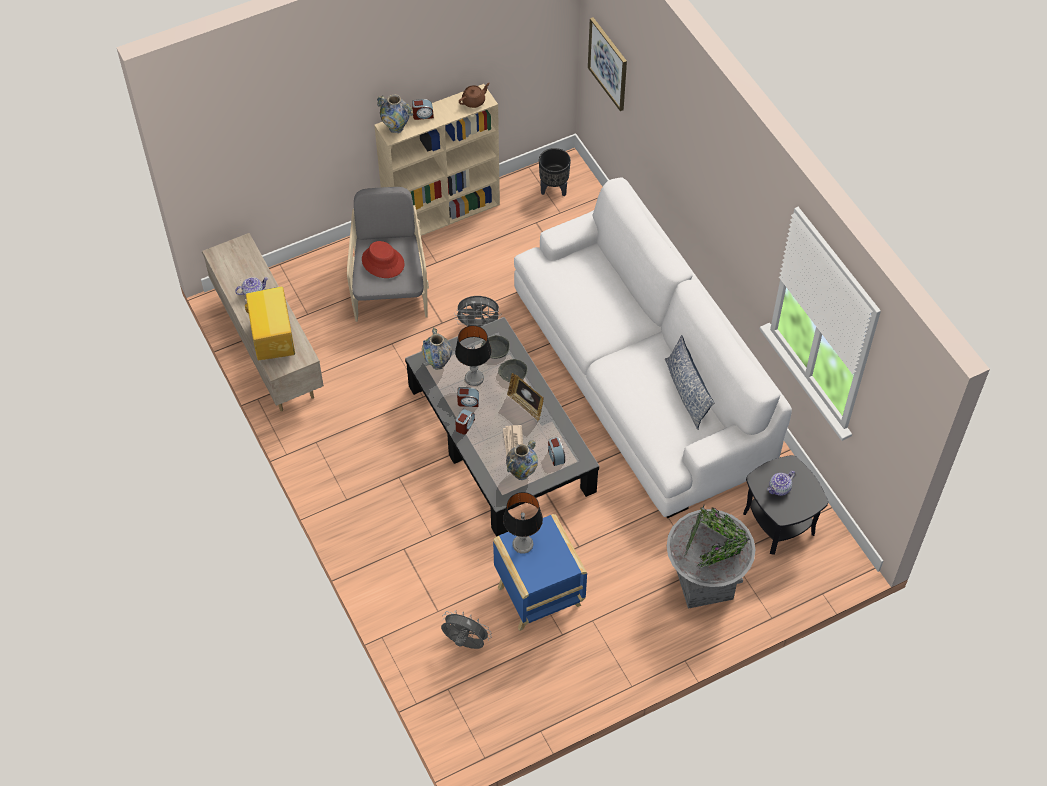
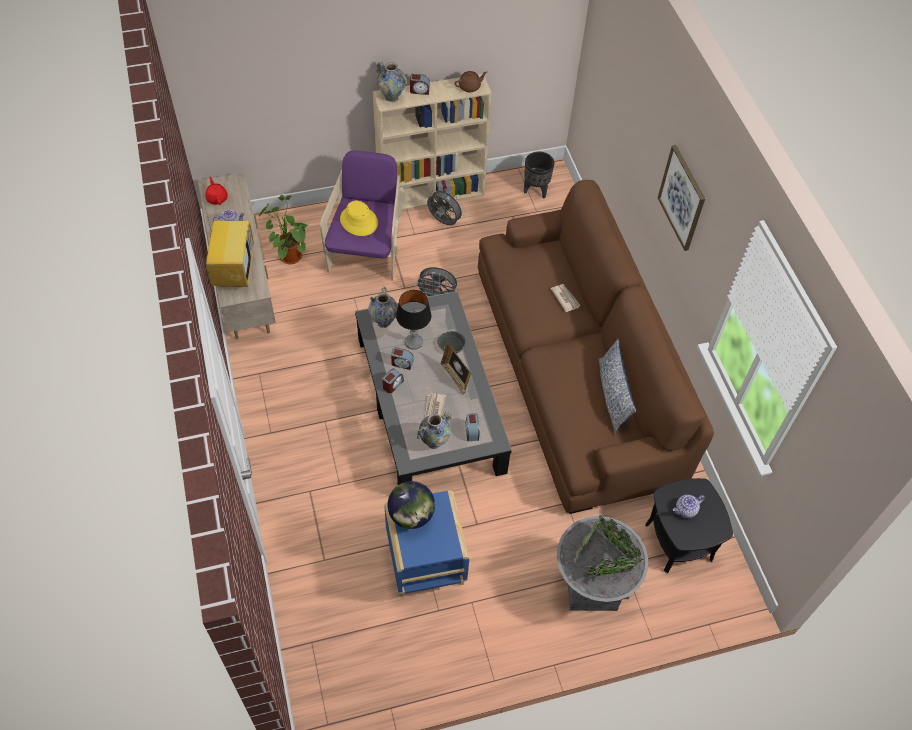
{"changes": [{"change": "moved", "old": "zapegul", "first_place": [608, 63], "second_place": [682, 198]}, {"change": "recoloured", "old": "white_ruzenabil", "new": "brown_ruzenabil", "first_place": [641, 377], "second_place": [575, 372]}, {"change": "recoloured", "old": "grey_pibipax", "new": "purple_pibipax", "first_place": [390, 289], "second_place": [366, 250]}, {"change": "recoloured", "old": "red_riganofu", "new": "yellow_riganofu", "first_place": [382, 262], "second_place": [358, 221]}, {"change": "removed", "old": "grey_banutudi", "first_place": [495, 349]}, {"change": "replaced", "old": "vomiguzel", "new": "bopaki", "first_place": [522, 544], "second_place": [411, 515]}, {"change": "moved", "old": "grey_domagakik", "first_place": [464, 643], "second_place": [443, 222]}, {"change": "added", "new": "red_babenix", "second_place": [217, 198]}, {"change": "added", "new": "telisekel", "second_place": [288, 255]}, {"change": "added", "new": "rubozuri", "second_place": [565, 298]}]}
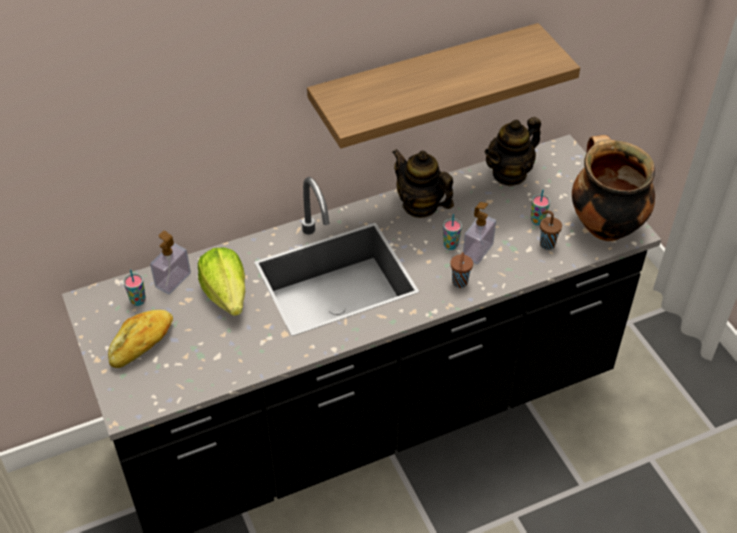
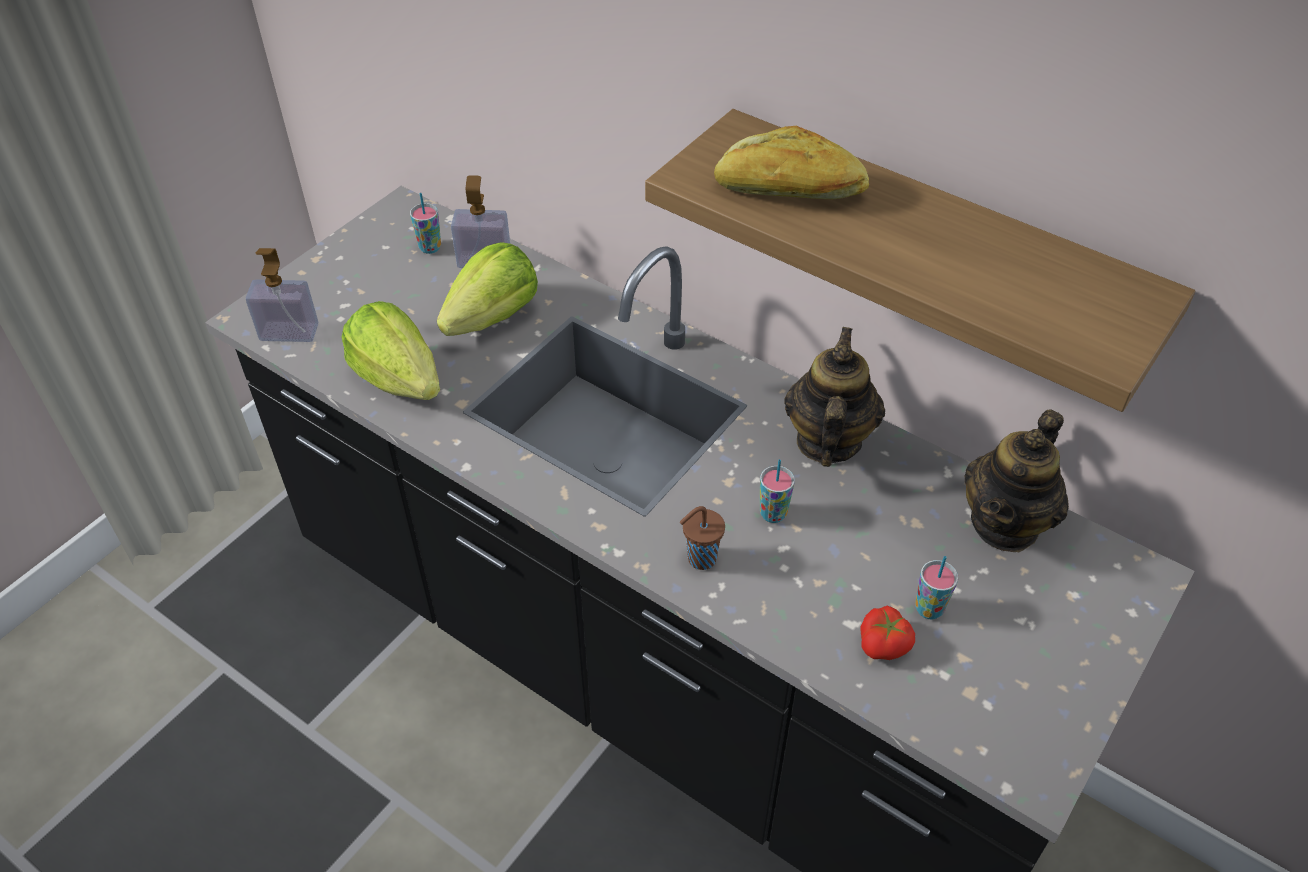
{"changes": [{"change": "turned", "old": "babenix", "first_place": [509, 174], "second_place": [1005, 524], "degrees": -75}, {"change": "removed", "old": "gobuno", "first_place": [603, 225]}, {"change": "moved", "old": "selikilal", "first_place": [477, 251], "second_place": [289, 332]}, {"change": "replaced", "old": "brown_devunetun", "new": "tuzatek", "first_place": [546, 244], "second_place": [884, 644]}, {"change": "moved", "old": "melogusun", "first_place": [143, 344], "second_place": [789, 191]}, {"change": "added", "new": "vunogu", "second_place": [398, 378]}]}
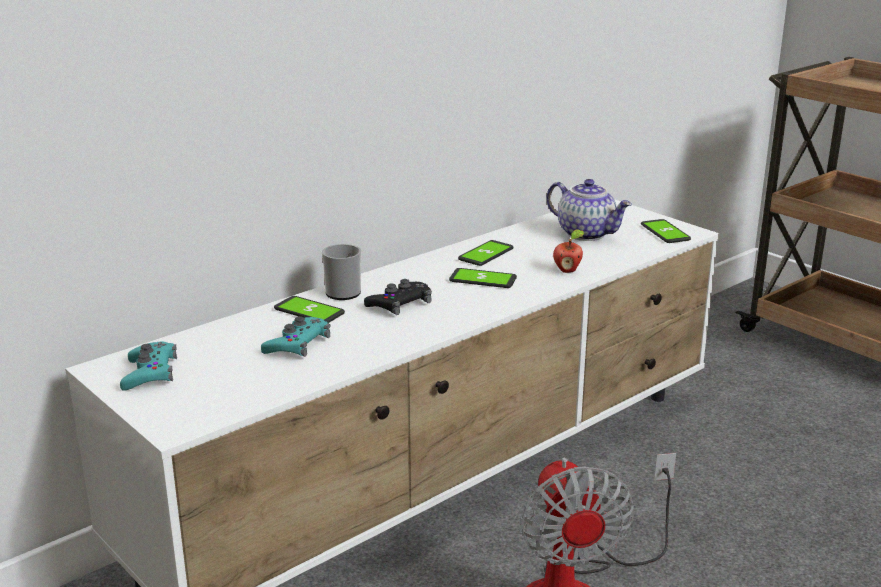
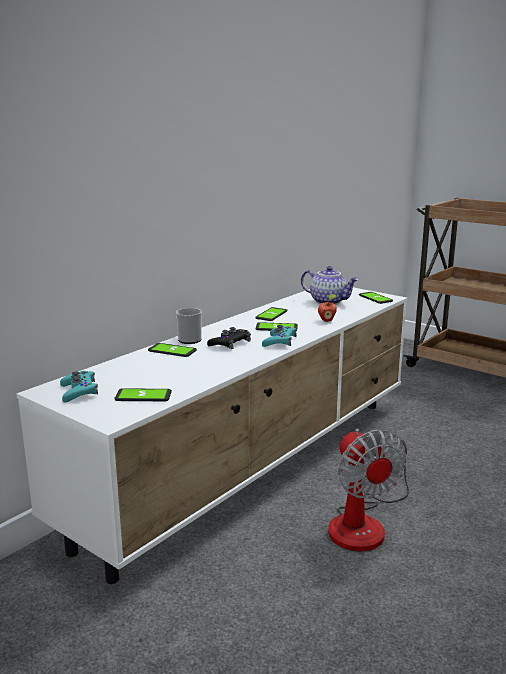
{"changes": [{"change": "moved", "old": "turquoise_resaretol", "first_place": [297, 344], "second_place": [280, 341]}, {"change": "added", "new": "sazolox", "second_place": [143, 396]}]}
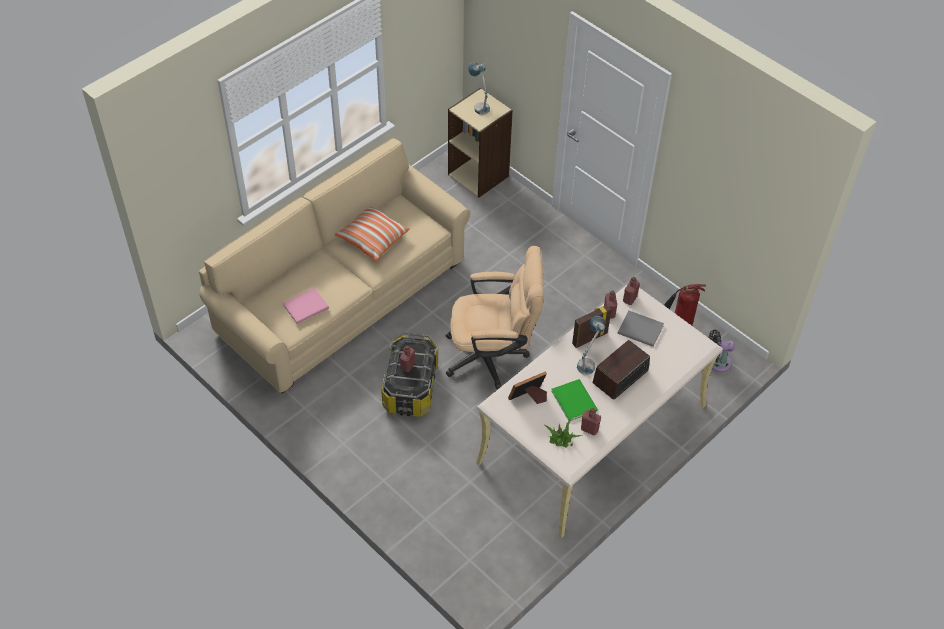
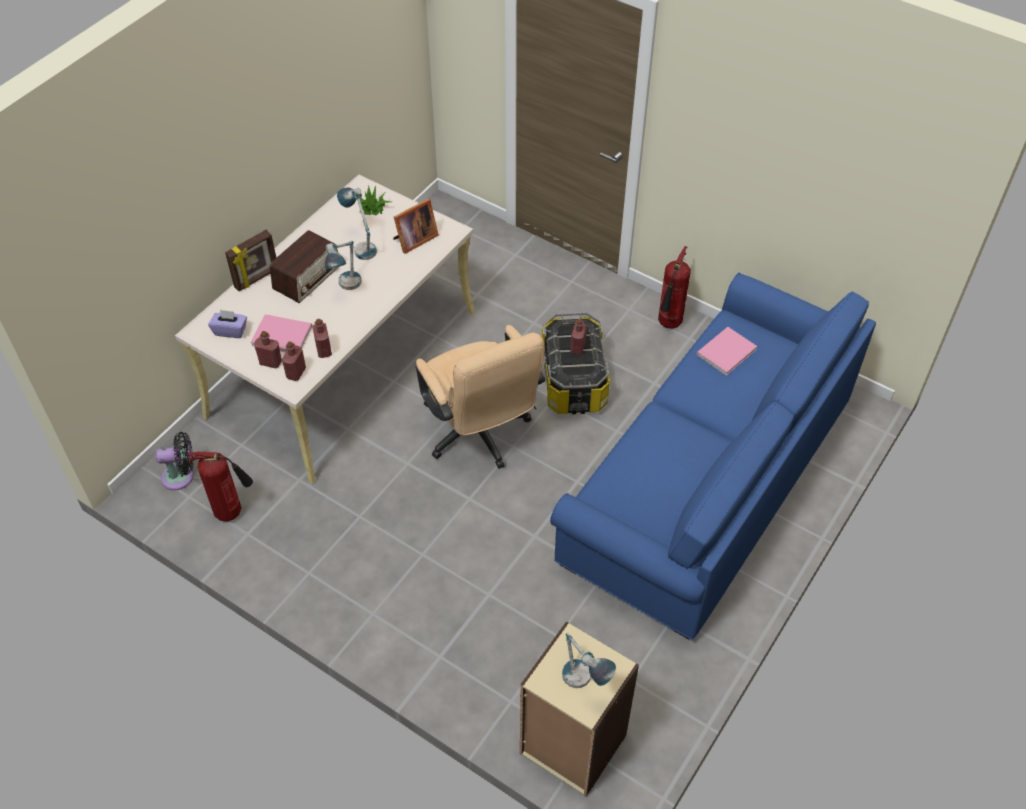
{"changes": [{"change": "recoloured", "old": "beige_ruzenabil", "new": "blue_ruzenabil", "first_place": [341, 296], "second_place": [708, 482]}, {"change": "removed", "old": "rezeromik", "first_place": [372, 239]}, {"change": "turned", "old": "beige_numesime", "first_place": [493, 356], "second_place": [480, 435], "degrees": -105}, {"change": "moved", "old": "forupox", "first_place": [589, 338], "second_place": [257, 278]}, {"change": "recoloured", "old": "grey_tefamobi", "new": "pink_tefamobi", "first_place": [641, 331], "second_place": [281, 334]}, {"change": "replaced", "old": "green_tefamobi", "new": "vomiguzel", "first_place": [574, 399], "second_place": [361, 246]}, {"change": "moved", "old": "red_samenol", "first_place": [589, 429], "second_place": [270, 362]}, {"change": "added", "new": "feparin", "second_place": [669, 325]}, {"change": "added", "new": "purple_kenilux", "second_place": [230, 331]}]}
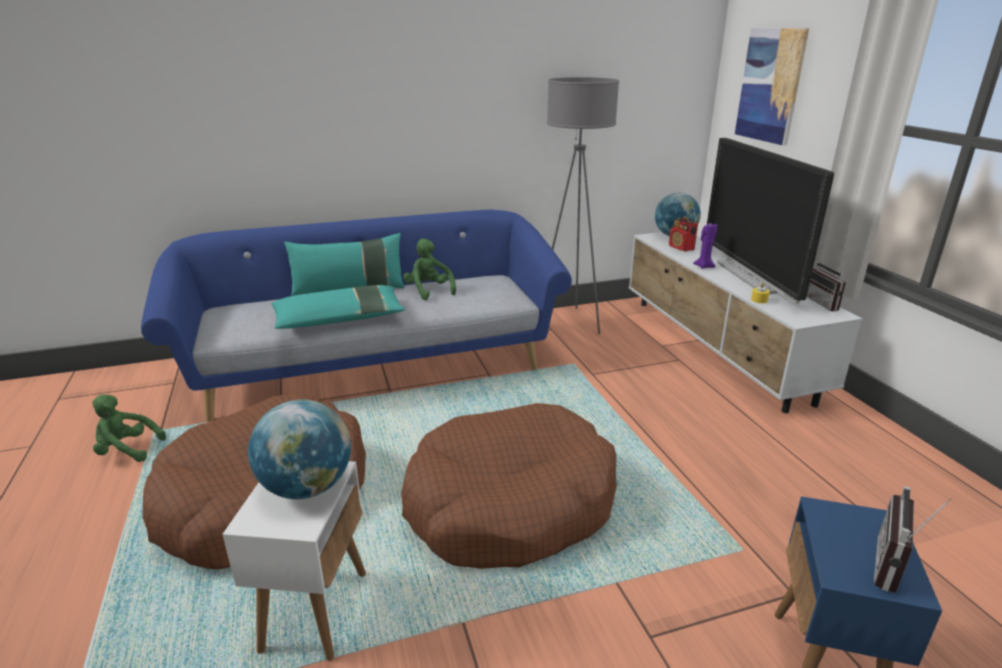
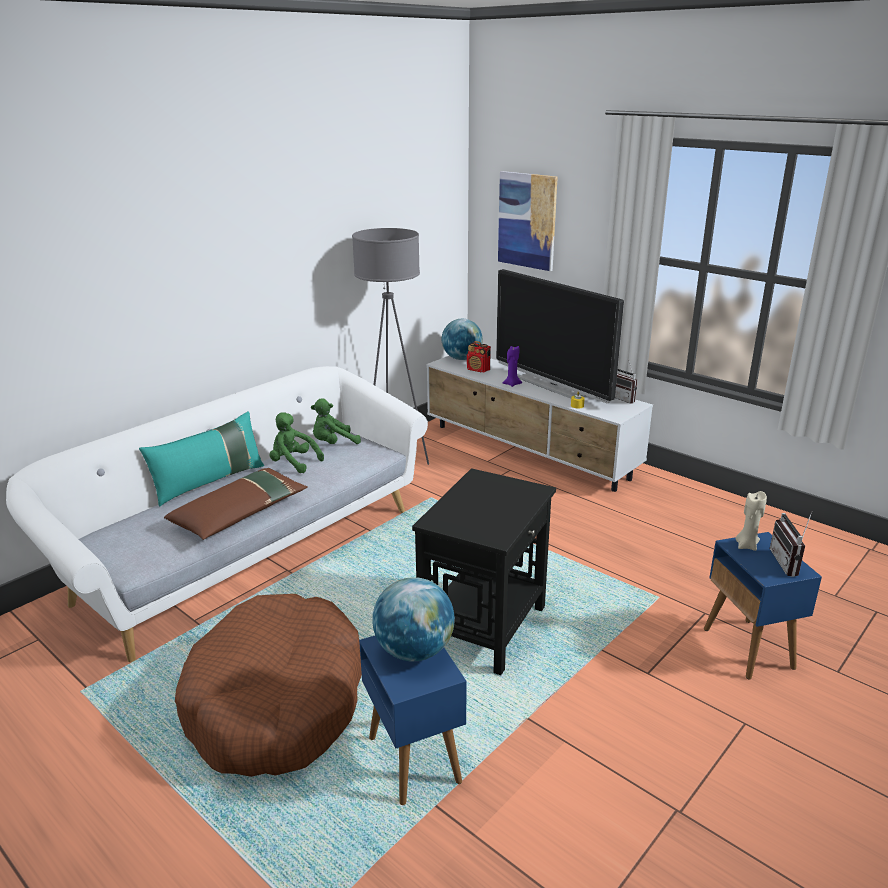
{"changes": [{"change": "recoloured", "old": "blue_ruzenabil", "new": "white_ruzenabil", "first_place": [375, 364], "second_place": [248, 552]}, {"change": "recoloured", "old": "turquoise_rezeromik", "new": "brown_rezeromik", "first_place": [340, 319], "second_place": [240, 513]}, {"change": "moved", "old": "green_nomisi", "first_place": [127, 450], "second_place": [333, 443]}, {"change": "replaced", "old": "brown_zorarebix", "new": "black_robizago", "first_place": [509, 504], "second_place": [484, 627]}, {"change": "recoloured", "old": "white_robizago", "new": "blue_robizago", "first_place": [315, 609], "second_place": [413, 758]}, {"change": "added", "new": "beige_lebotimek", "second_place": [746, 545]}]}
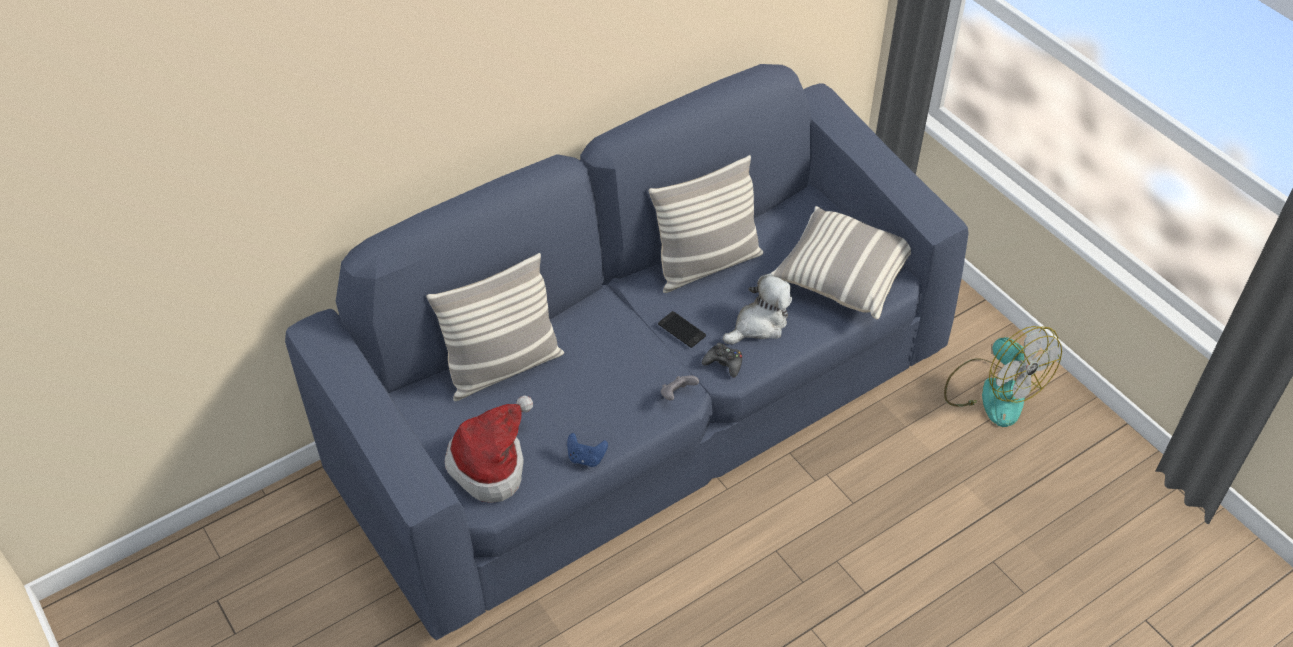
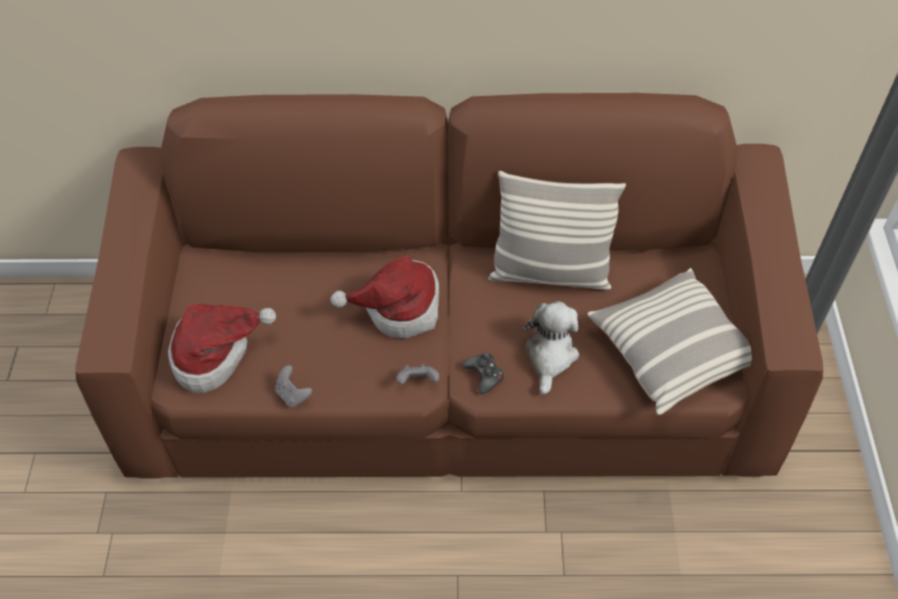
{"changes": [{"change": "recoloured", "old": "blue_ruzenabil", "new": "brown_ruzenabil", "first_place": [645, 409], "second_place": [450, 376]}, {"change": "removed", "old": "rezeromik", "first_place": [503, 367]}, {"change": "turned", "old": "nomisi", "first_place": [759, 324], "second_place": [550, 356], "degrees": -75}, {"change": "removed", "old": "sazolox", "first_place": [681, 330]}, {"change": "removed", "old": "domagakik", "first_place": [993, 391]}, {"change": "recoloured", "old": "blue_resaretol", "new": "grey_resaretol", "first_place": [586, 458], "second_place": [293, 395]}, {"change": "added", "new": "riganofu", "second_place": [398, 308]}]}
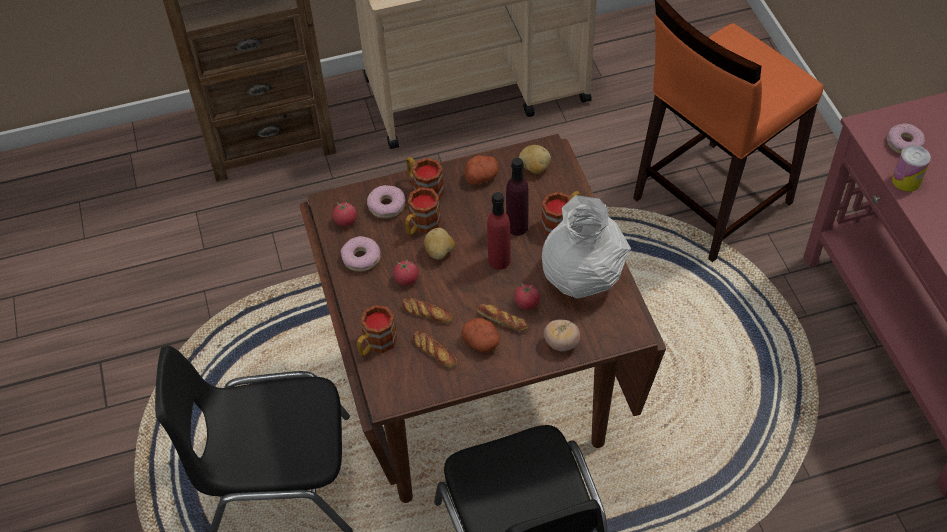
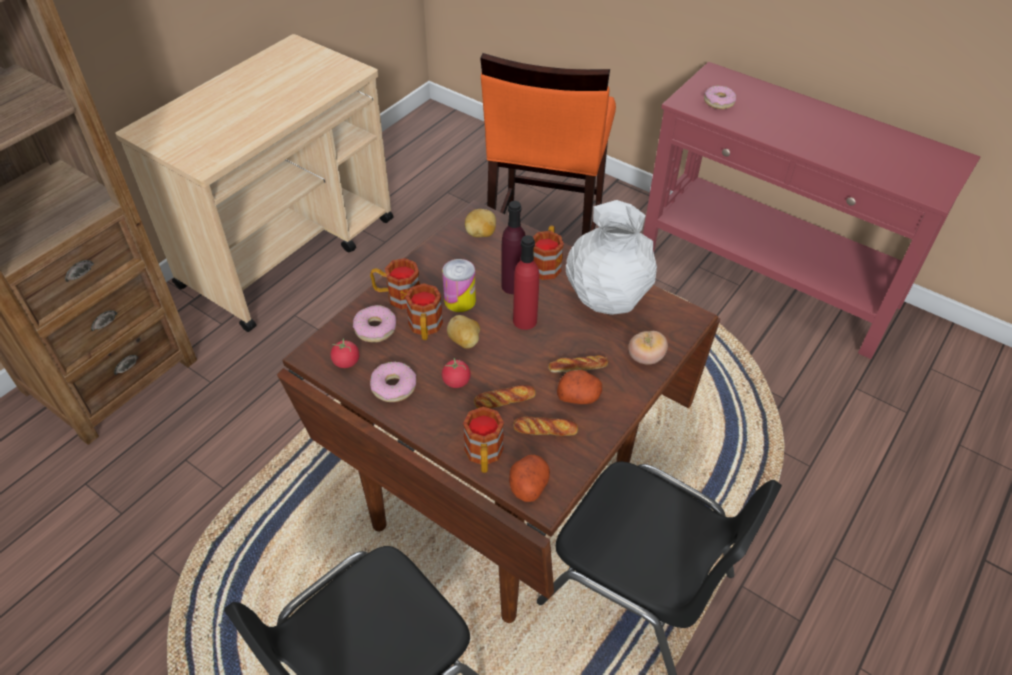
{"changes": [{"change": "moved", "old": "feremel", "first_place": [906, 181], "second_place": [460, 300]}, {"change": "moved", "old": "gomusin", "first_place": [481, 176], "second_place": [528, 484]}, {"change": "removed", "old": "tuzatek", "first_place": [527, 303]}]}
